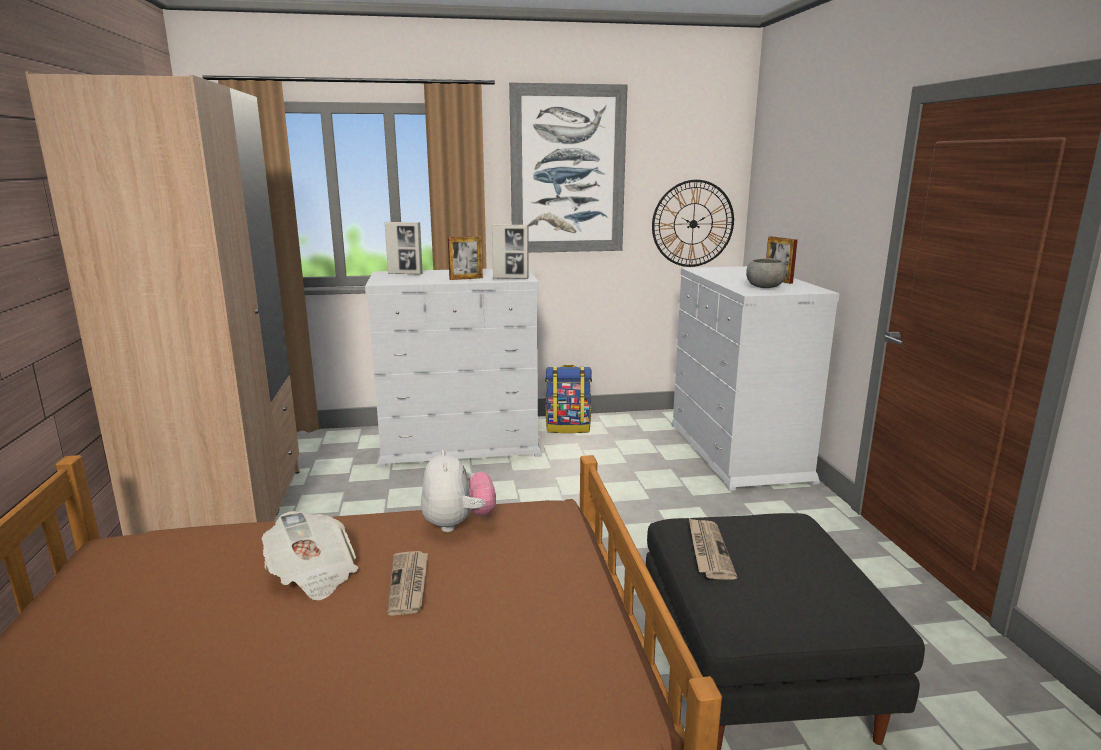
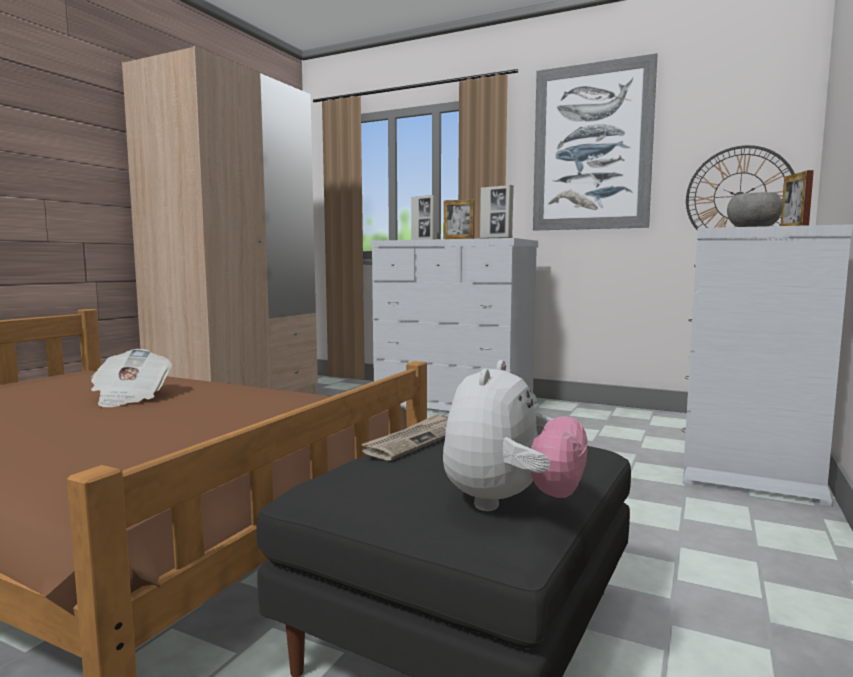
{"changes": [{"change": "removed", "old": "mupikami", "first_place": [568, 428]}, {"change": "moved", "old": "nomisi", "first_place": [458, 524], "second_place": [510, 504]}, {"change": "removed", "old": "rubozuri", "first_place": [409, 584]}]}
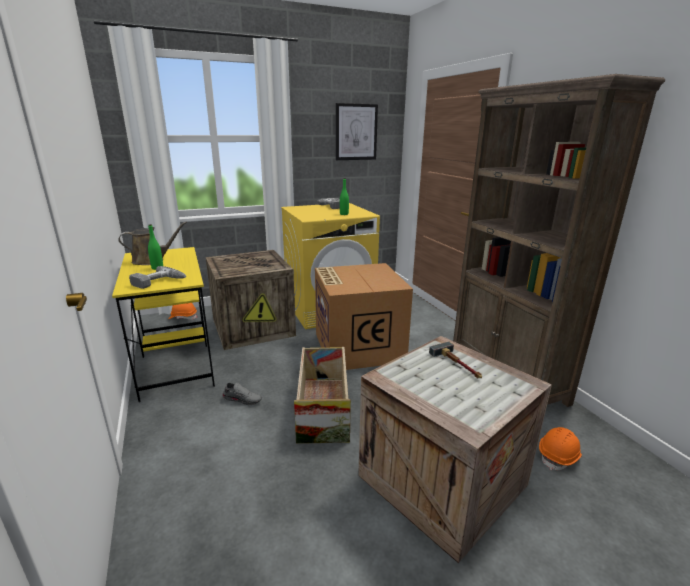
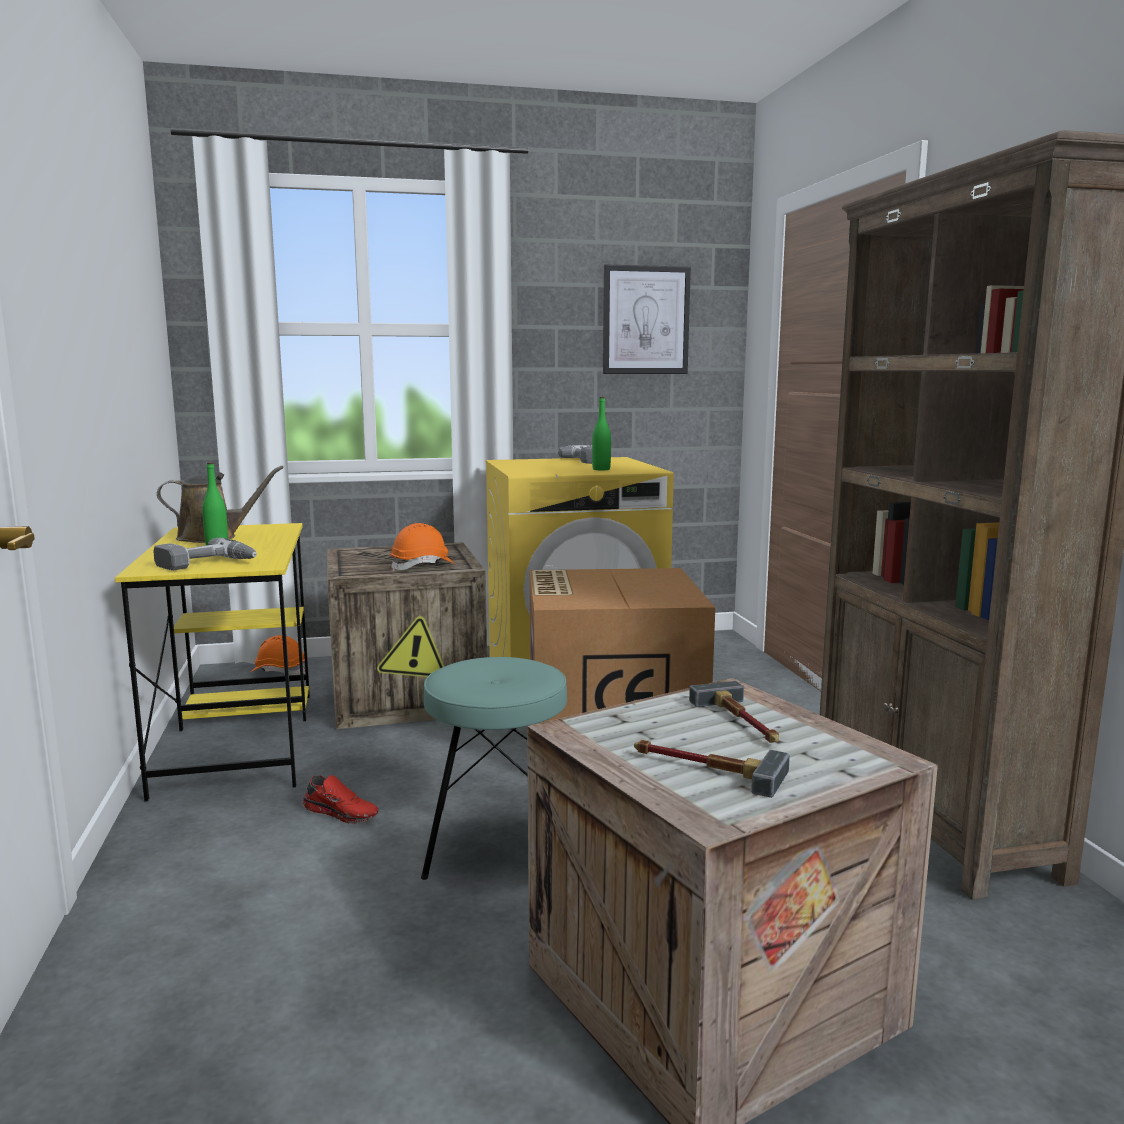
{"changes": [{"change": "replaced", "old": "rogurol", "new": "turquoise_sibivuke", "first_place": [323, 408], "second_place": [498, 841]}, {"change": "recoloured", "old": "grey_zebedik", "new": "red_zebedik", "first_place": [243, 399], "second_place": [342, 812]}, {"change": "moved", "old": "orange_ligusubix", "first_place": [559, 456], "second_place": [423, 566]}, {"change": "added", "new": "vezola", "second_place": [705, 769]}]}
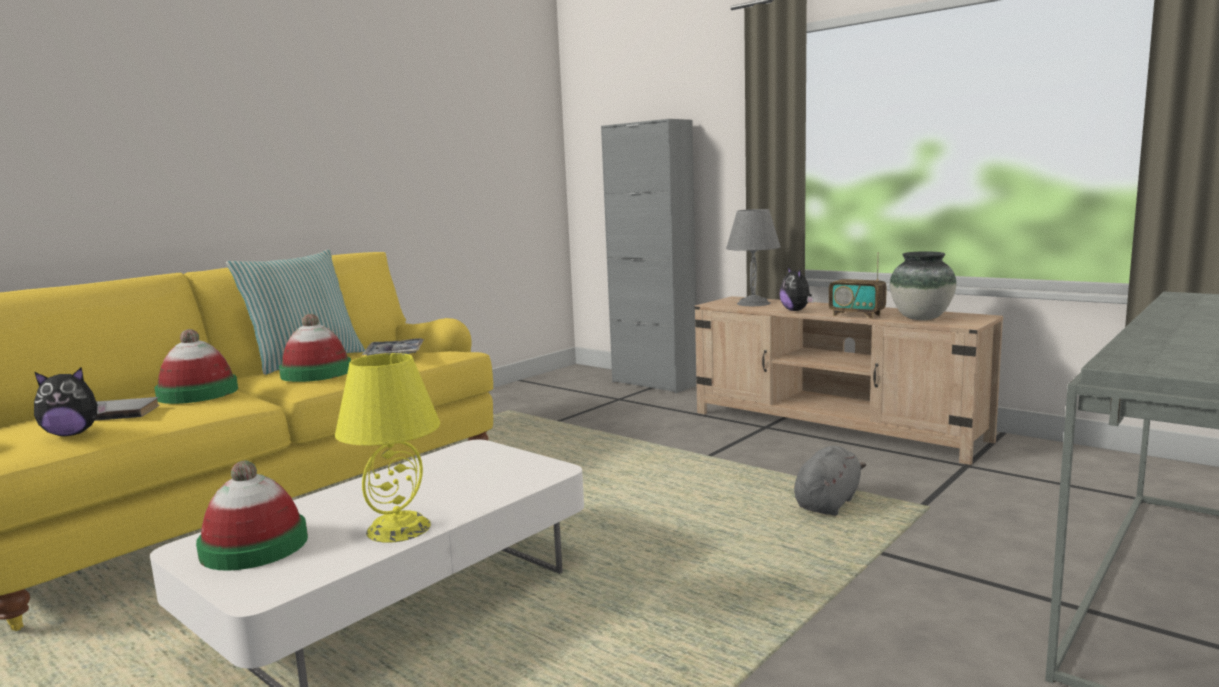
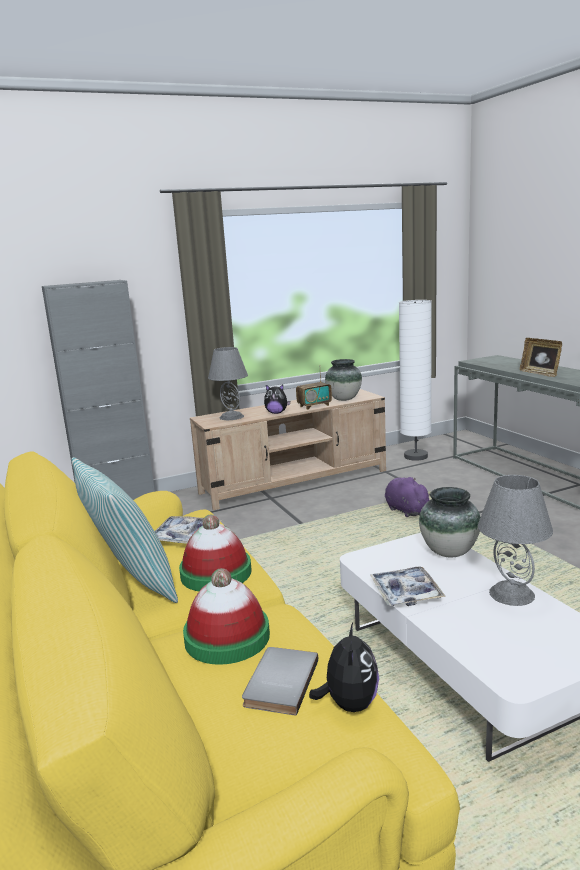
{"changes": [{"change": "recoloured", "old": "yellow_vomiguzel", "new": "grey_vomiguzel", "first_place": [398, 528], "second_place": [512, 594]}, {"change": "recoloured", "old": "grey_nomisi", "new": "purple_nomisi", "first_place": [828, 503], "second_place": [405, 510]}, {"change": "removed", "old": "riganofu", "first_place": [254, 546]}, {"change": "added", "new": "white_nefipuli", "second_place": [415, 456]}, {"change": "added", "new": "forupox", "second_place": [540, 373]}, {"change": "added", "new": "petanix", "second_place": [448, 552]}, {"change": "added", "new": "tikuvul", "second_place": [406, 593]}]}
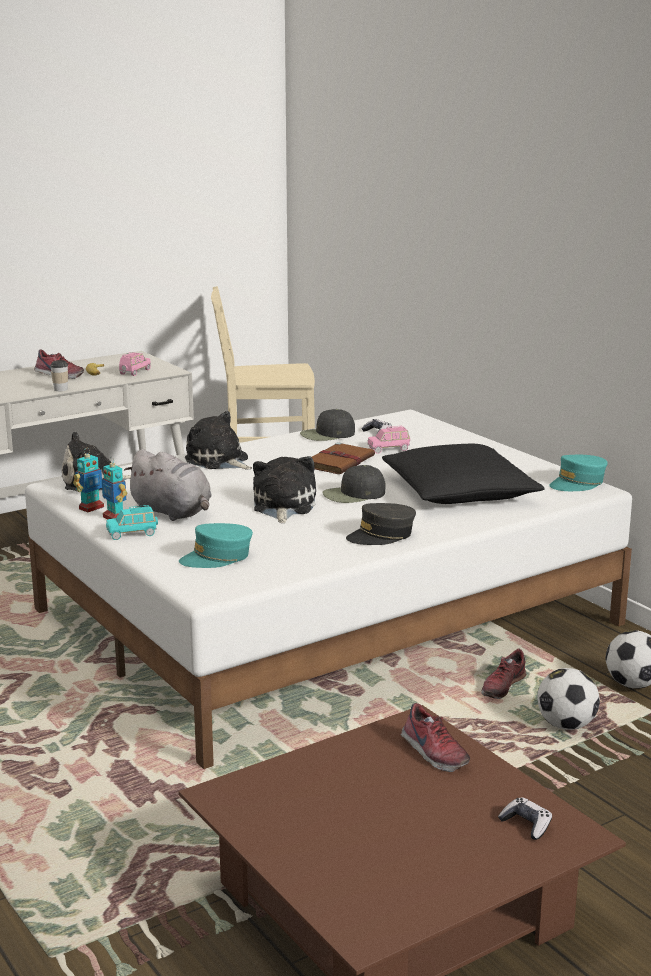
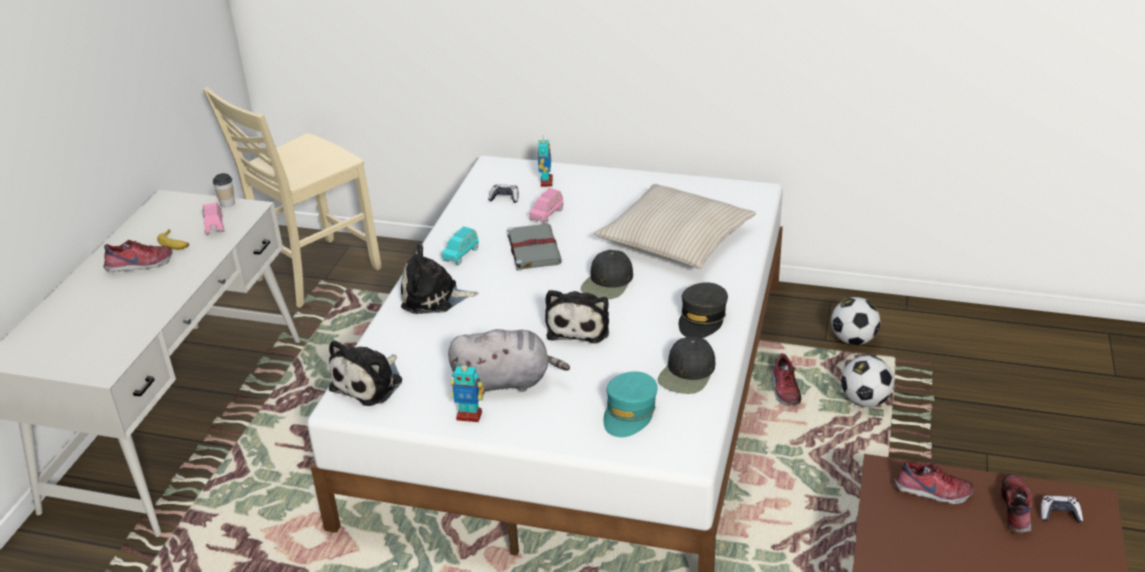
{"changes": [{"change": "moved", "old": "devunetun", "first_place": [60, 389], "second_place": [227, 203]}, {"change": "moved", "old": "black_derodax", "first_place": [327, 434], "second_place": [687, 373]}, {"change": "recoloured", "old": "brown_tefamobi", "new": "grey_tefamobi", "first_place": [339, 461], "second_place": [533, 248]}, {"change": "recoloured", "old": "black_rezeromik", "new": "beige_rezeromik", "first_place": [459, 491], "second_place": [675, 239]}, {"change": "moved", "old": "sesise", "first_place": [91, 508], "second_place": [546, 182]}, {"change": "removed", "old": "turquoise_derodax", "first_place": [578, 483]}, {"change": "turned", "old": "nomisi", "first_place": [283, 506], "second_place": [579, 326], "degrees": -135}, {"change": "moved", "old": "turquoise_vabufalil", "first_place": [132, 534], "second_place": [461, 254]}, {"change": "added", "new": "zebedik", "second_place": [1016, 509]}]}
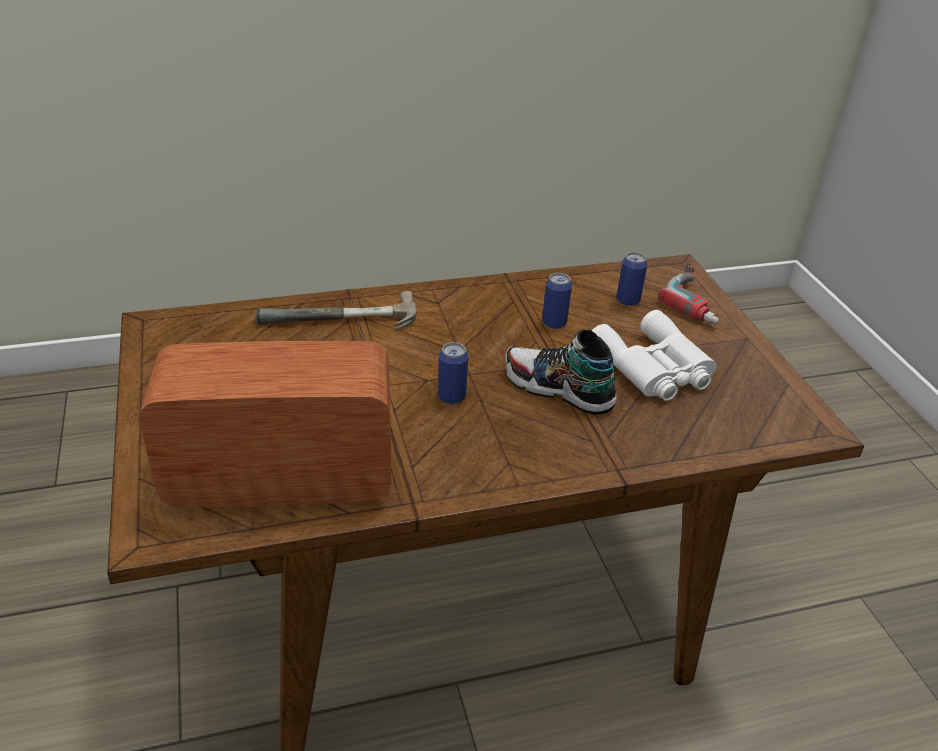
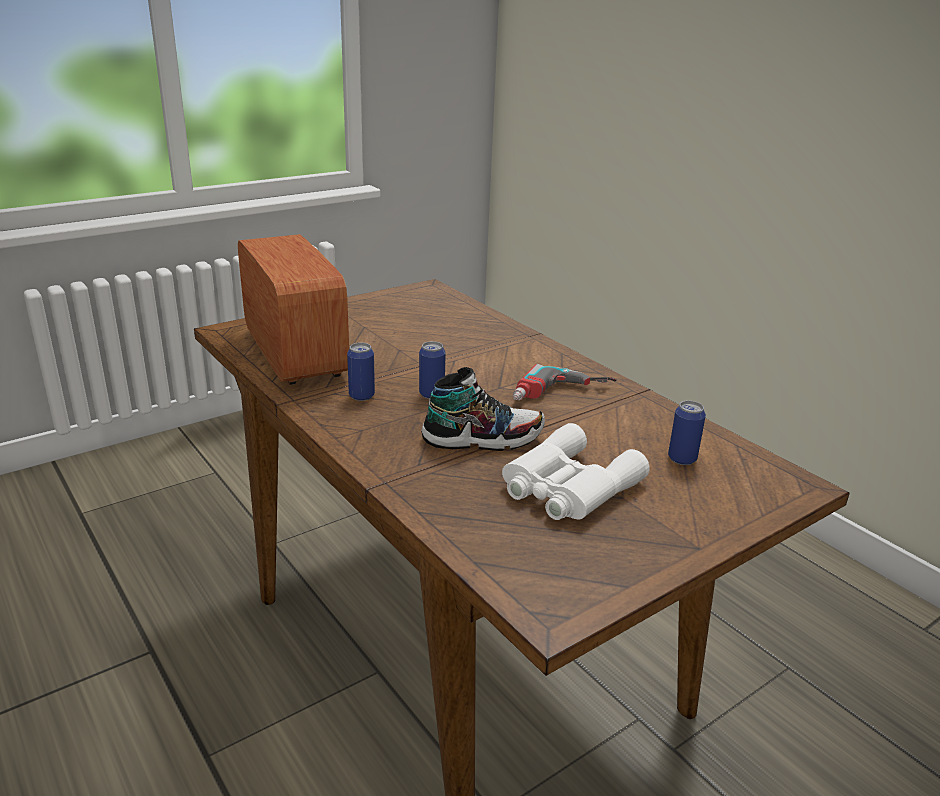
{"changes": [{"change": "moved", "old": "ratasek", "first_place": [699, 299], "second_place": [563, 395]}, {"change": "moved", "old": "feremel", "first_place": [554, 323], "second_place": [361, 396]}, {"change": "removed", "old": "vezola", "first_place": [339, 323]}, {"change": "turned", "old": "zebedik", "first_place": [558, 389], "second_place": [482, 438], "degrees": 75}]}
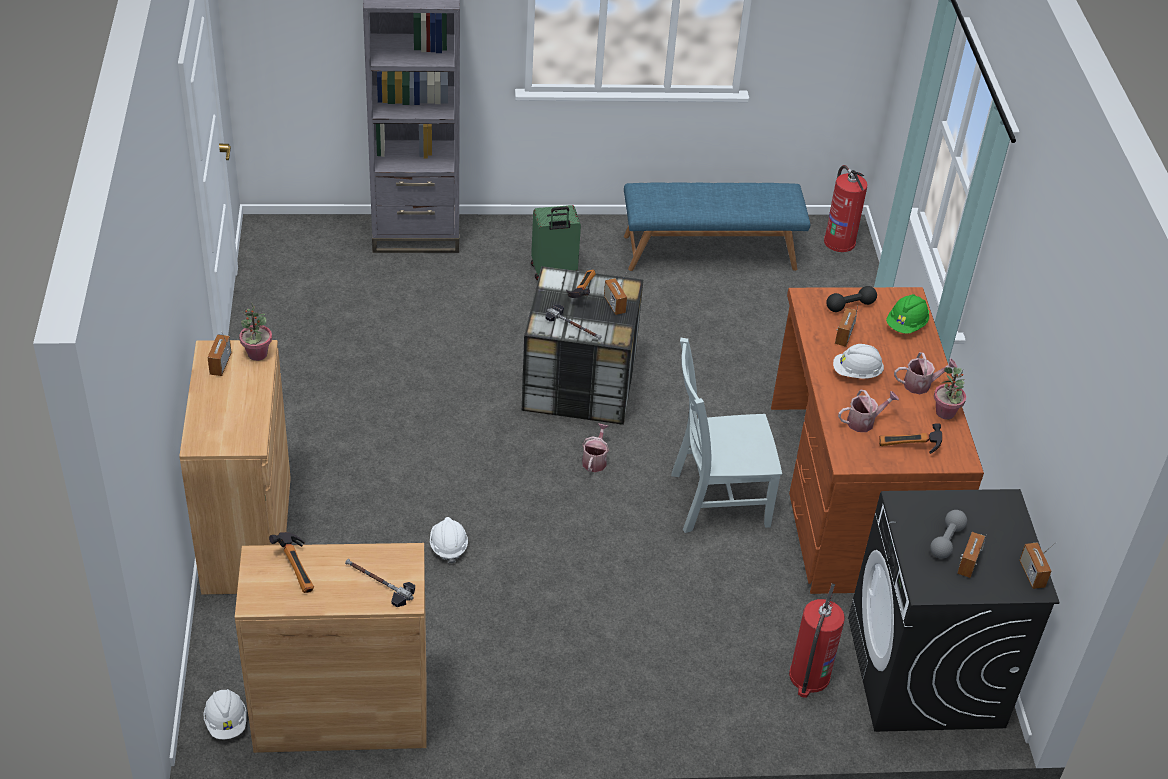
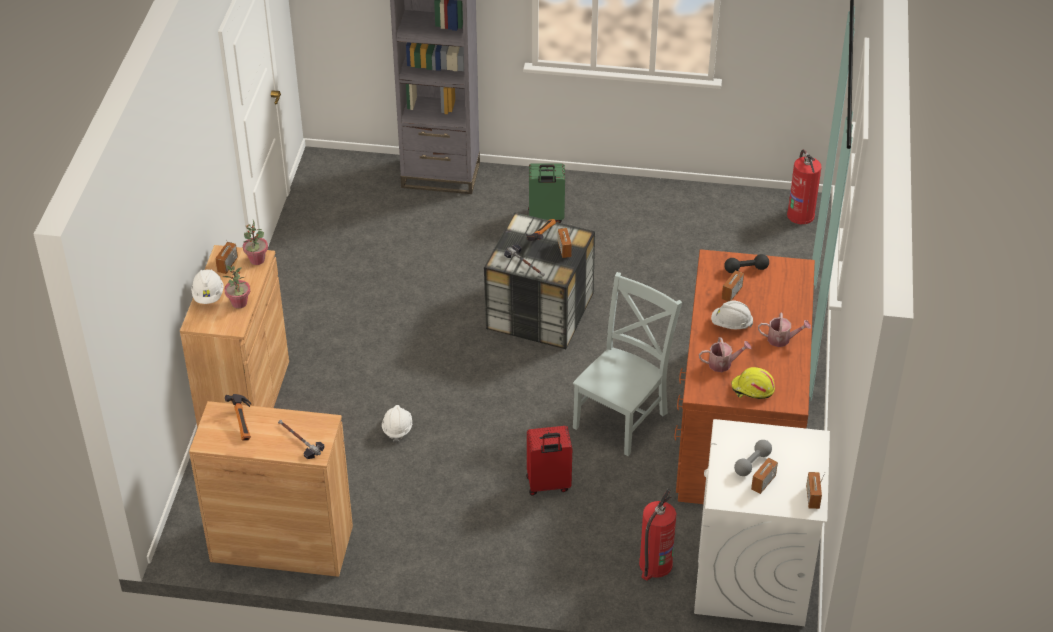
{"changes": [{"change": "removed", "old": "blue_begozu", "first_place": [710, 252]}, {"change": "removed", "old": "green_ligusubix", "first_place": [906, 325]}, {"change": "turned", "old": "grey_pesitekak", "first_place": [715, 499], "second_place": [622, 418], "degrees": 120}, {"change": "moved", "old": "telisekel", "first_place": [945, 413], "second_place": [239, 303]}, {"change": "removed", "old": "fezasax", "first_place": [595, 460]}, {"change": "replaced", "old": "vezola", "new": "yellow_ligusubix", "first_place": [909, 449], "second_place": [752, 389]}, {"change": "recoloured", "old": "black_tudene", "new": "white_tudene", "first_place": [925, 673], "second_place": [752, 575]}, {"change": "moved", "old": "white_ligusubix", "first_place": [226, 722], "second_place": [208, 295]}, {"change": "added", "new": "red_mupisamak", "second_place": [548, 485]}]}
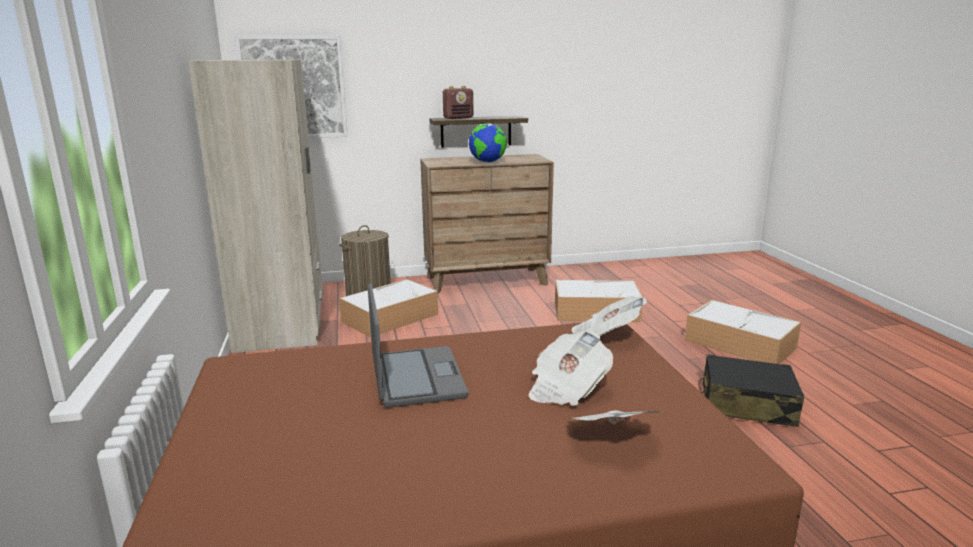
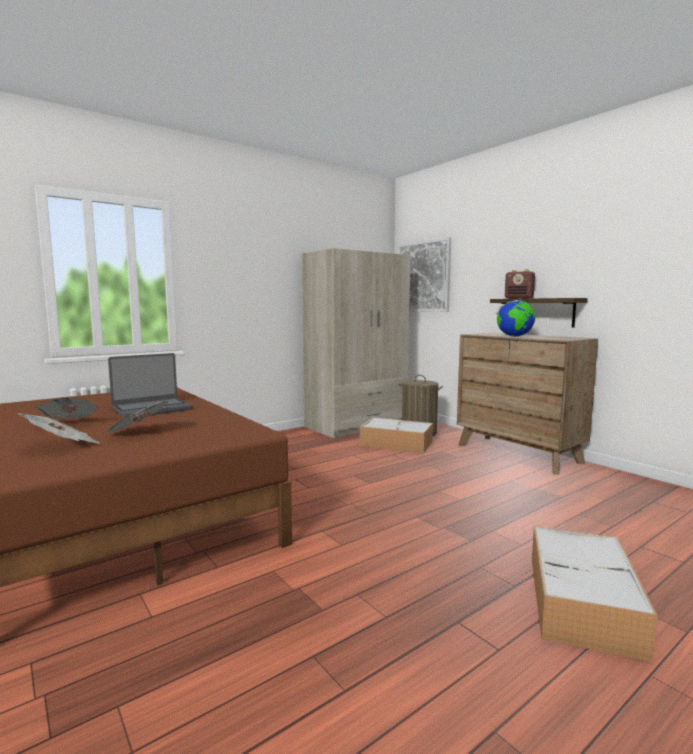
{"changes": [{"change": "removed", "old": "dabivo", "first_place": [597, 311]}, {"change": "moved", "old": "rubozuri", "first_place": [606, 335], "second_place": [70, 424]}, {"change": "removed", "old": "black_mupisamak", "first_place": [746, 404]}]}
